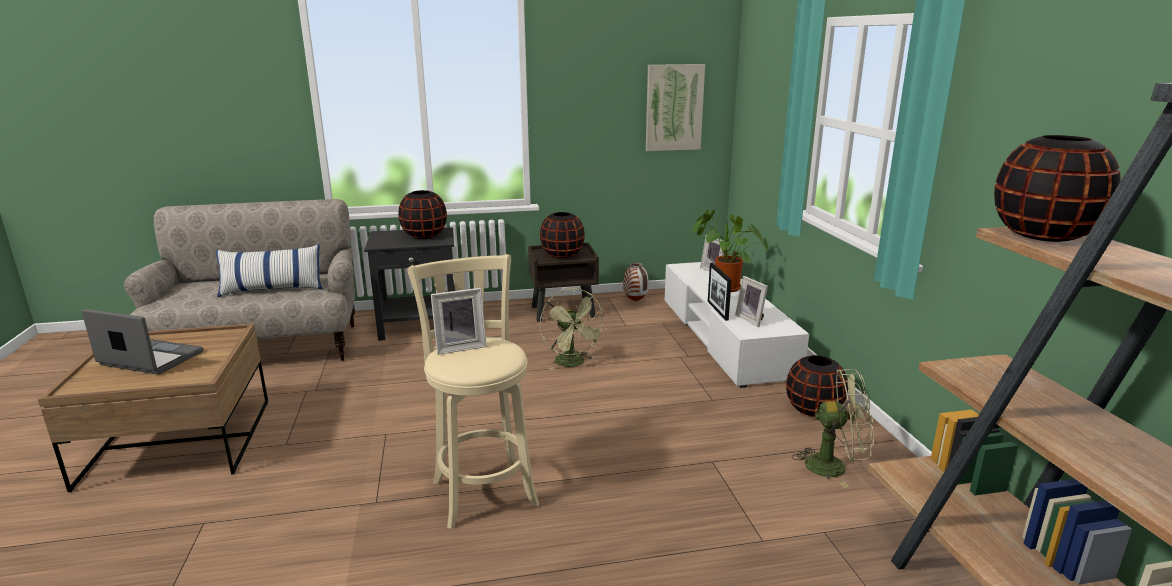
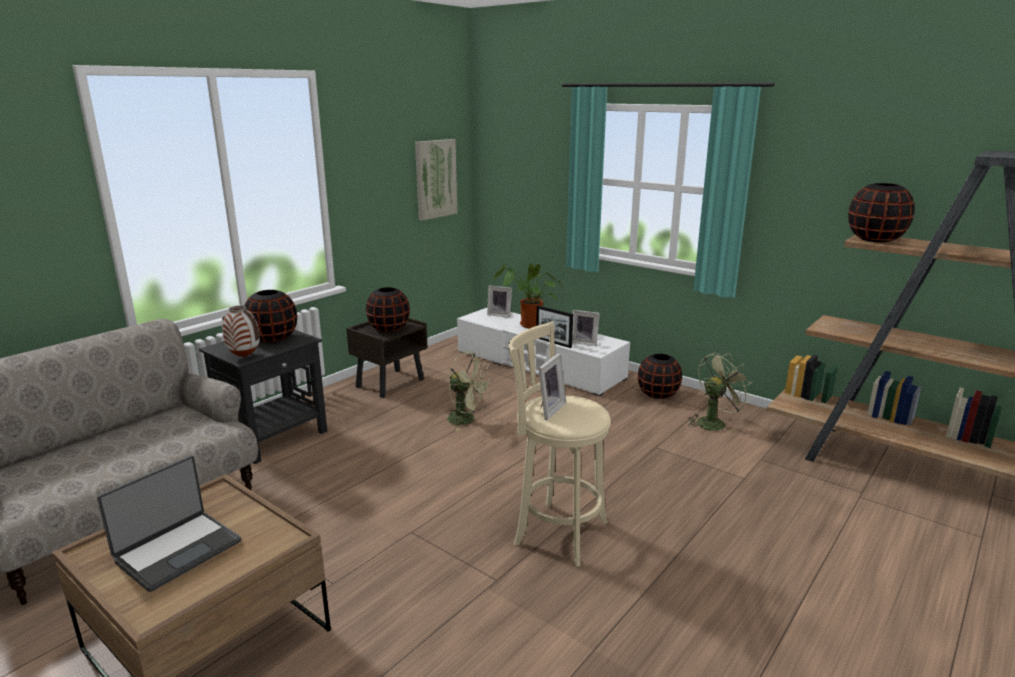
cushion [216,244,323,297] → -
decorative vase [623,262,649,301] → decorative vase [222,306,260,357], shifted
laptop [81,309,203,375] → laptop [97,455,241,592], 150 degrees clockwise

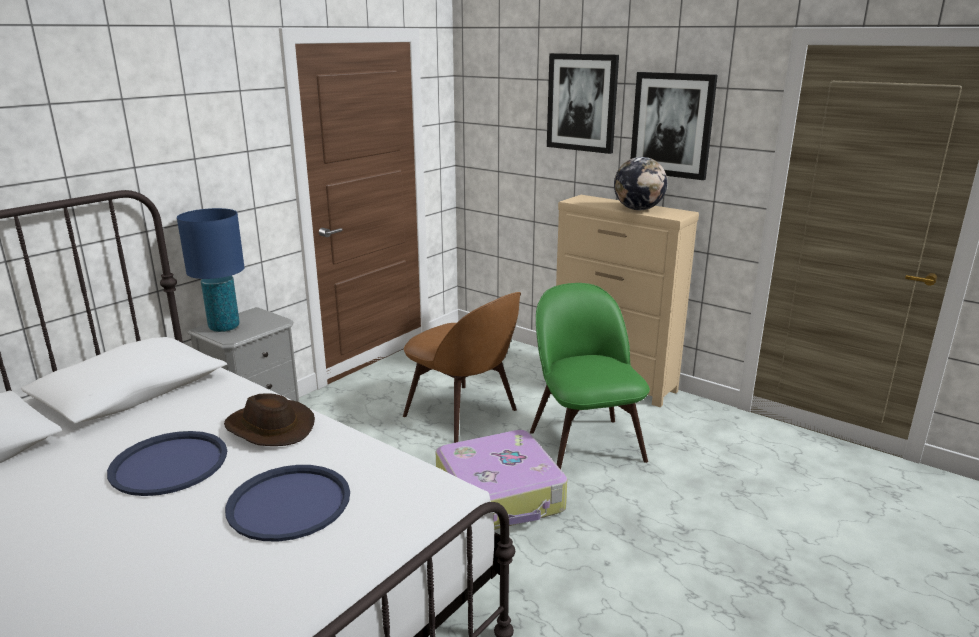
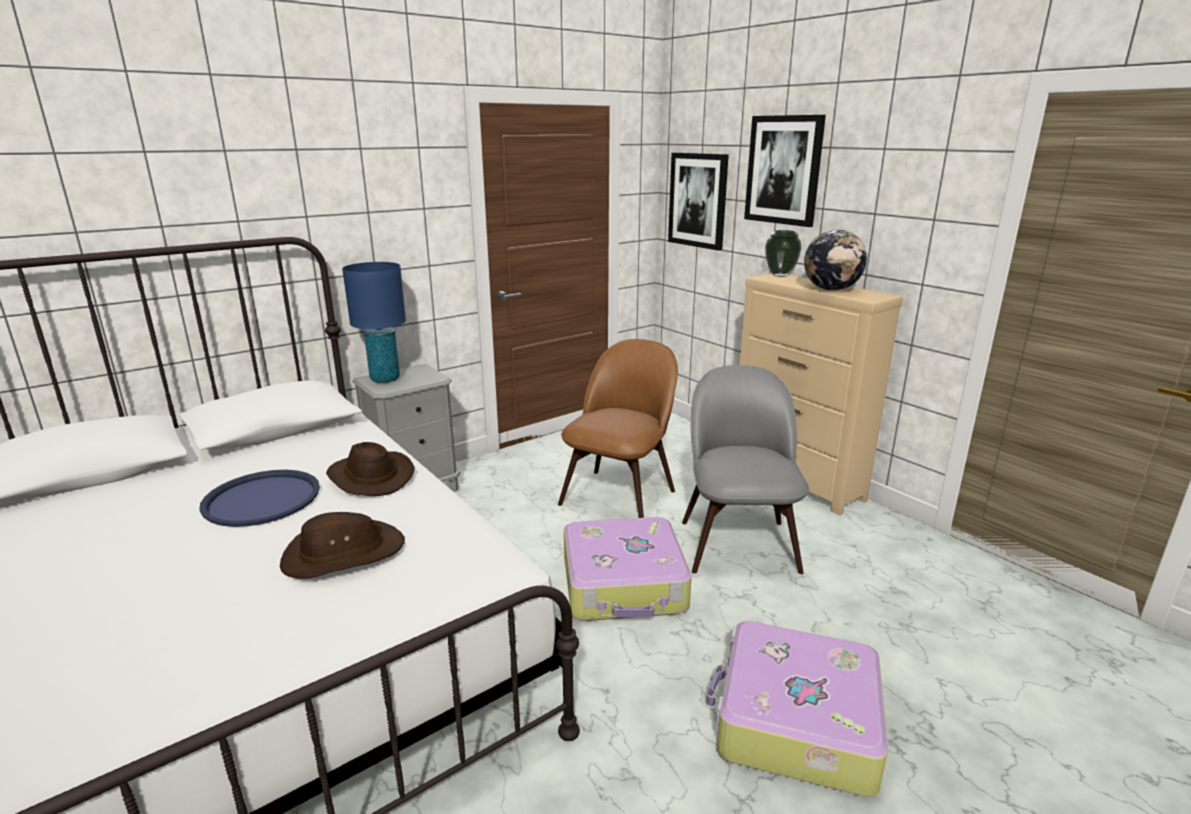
wall art [631,72,718,180] → wall art [668,153,729,251], shifted
green upright chair [530,283,650,469] → greyish upright chair [682,365,809,574]
brown-coloured upright chair [403,292,521,443] → brown-coloured upright chair [558,339,678,518], 120 degrees counterclockwise
bluish serving tray [225,465,350,541] → brown-coloured clothing hat [280,512,405,579]
- → decorative vase [765,230,801,277]
- → suitcase [706,621,888,797]

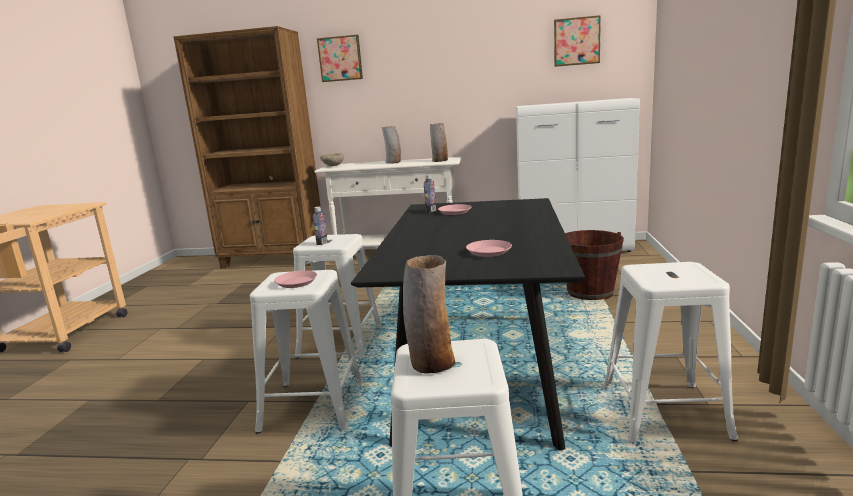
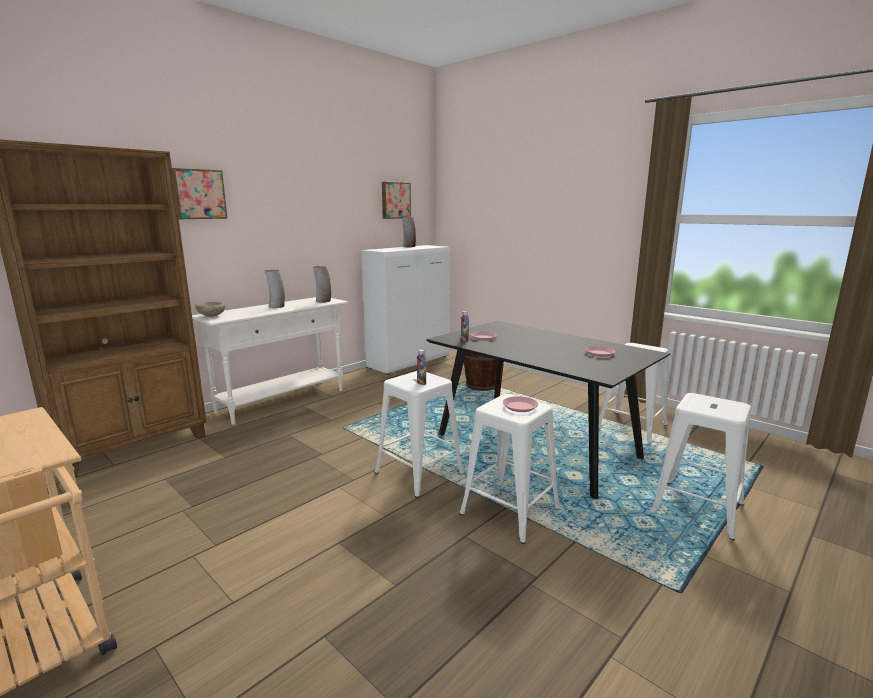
decorative vase [403,255,455,374] → decorative vase [403,217,416,247], shifted

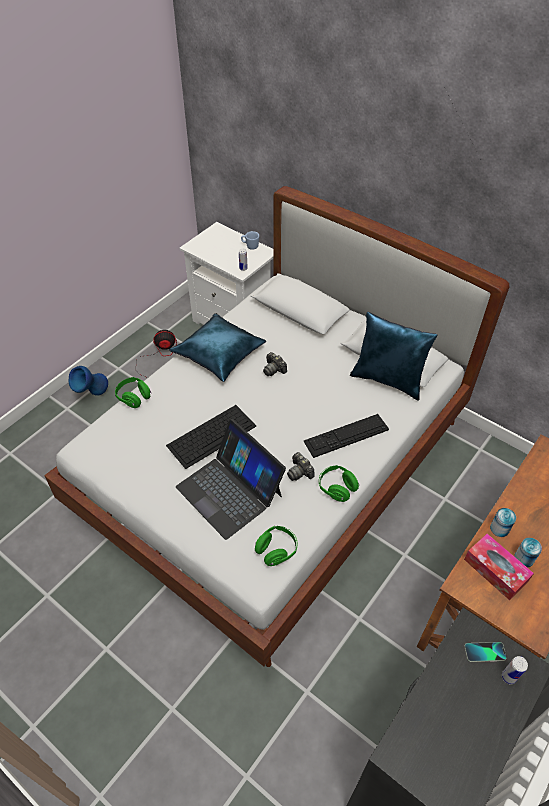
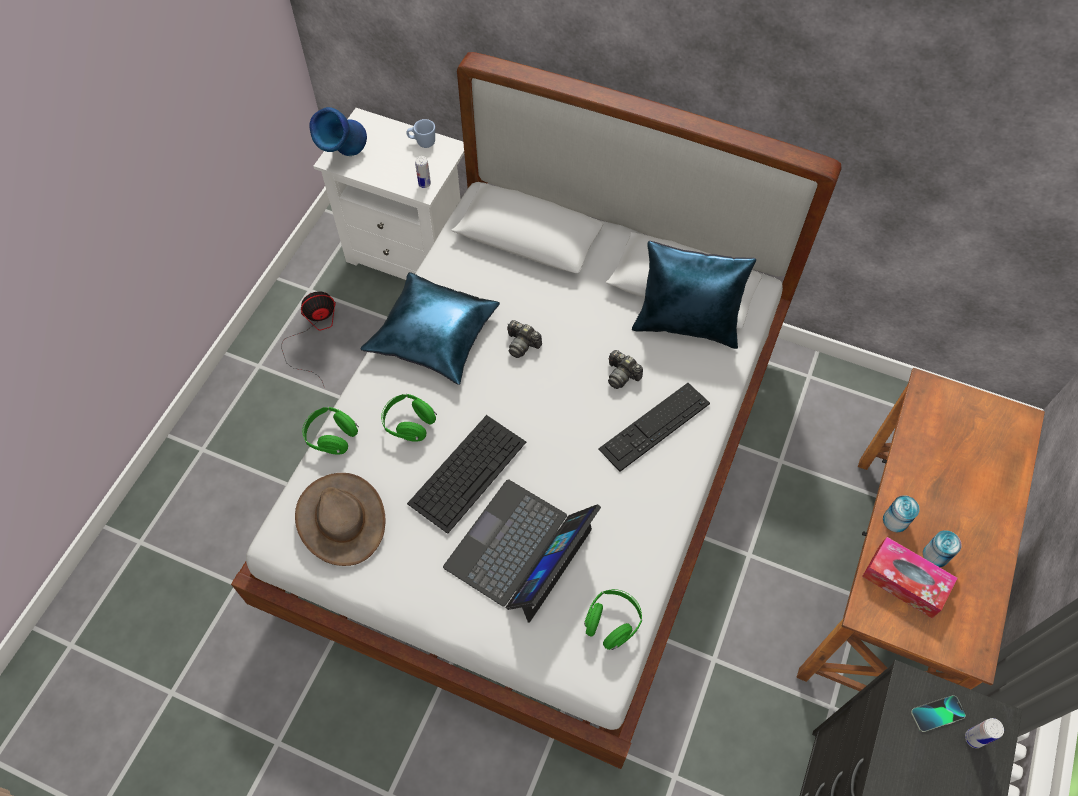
bluish decorative vase [69,366,108,396] → bluish decorative vase [310,107,367,156], shifted
laptop [176,419,286,540] → laptop [443,479,601,623], 90 degrees clockwise
still camera [287,452,315,481] → still camera [608,350,643,389], shifted
green headset [319,465,359,502] → green headset [381,394,437,442], shifted
- → brown-coloured clothing hat [295,473,385,566]

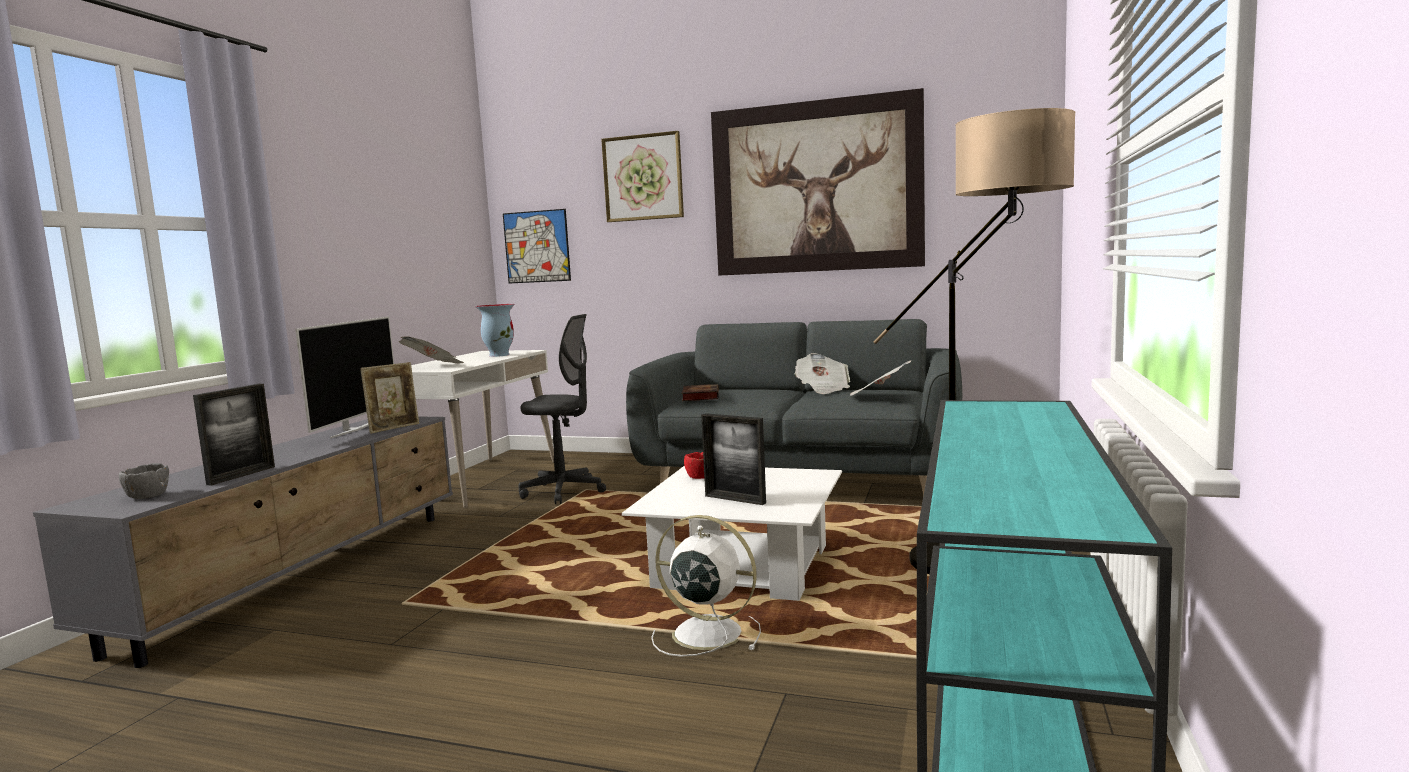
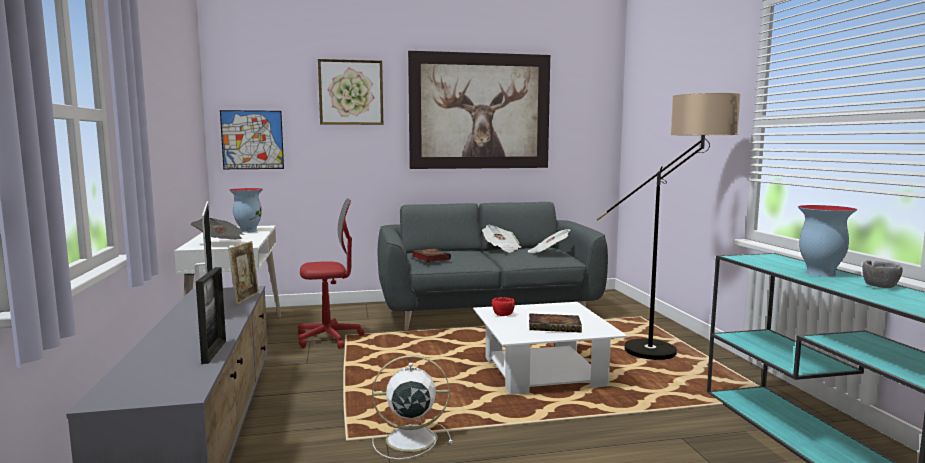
greyish office chair [518,314,606,504] → reddish office chair [298,198,365,349]
photo frame [701,413,766,505] → bound book [529,313,582,333]
greyish bowl [119,463,169,499] → greyish bowl [862,260,903,288], shifted
white-coloured fan [651,515,761,657] → white-coloured fan [372,355,452,460], shifted
- → decorative vase [798,205,857,277]

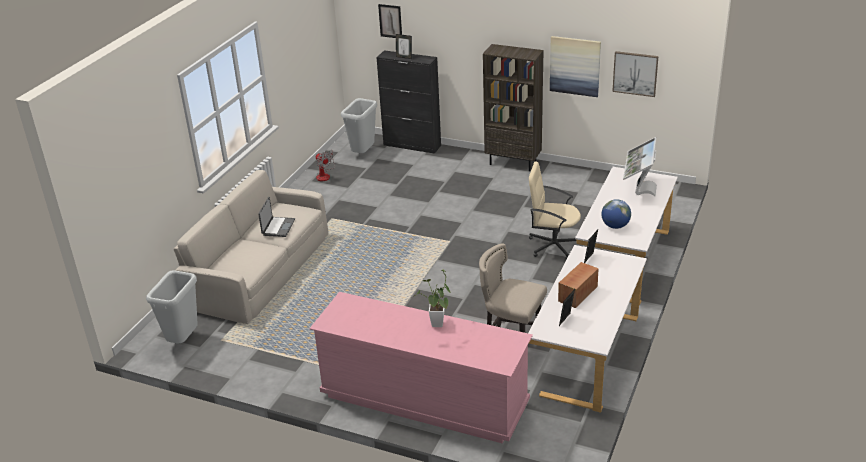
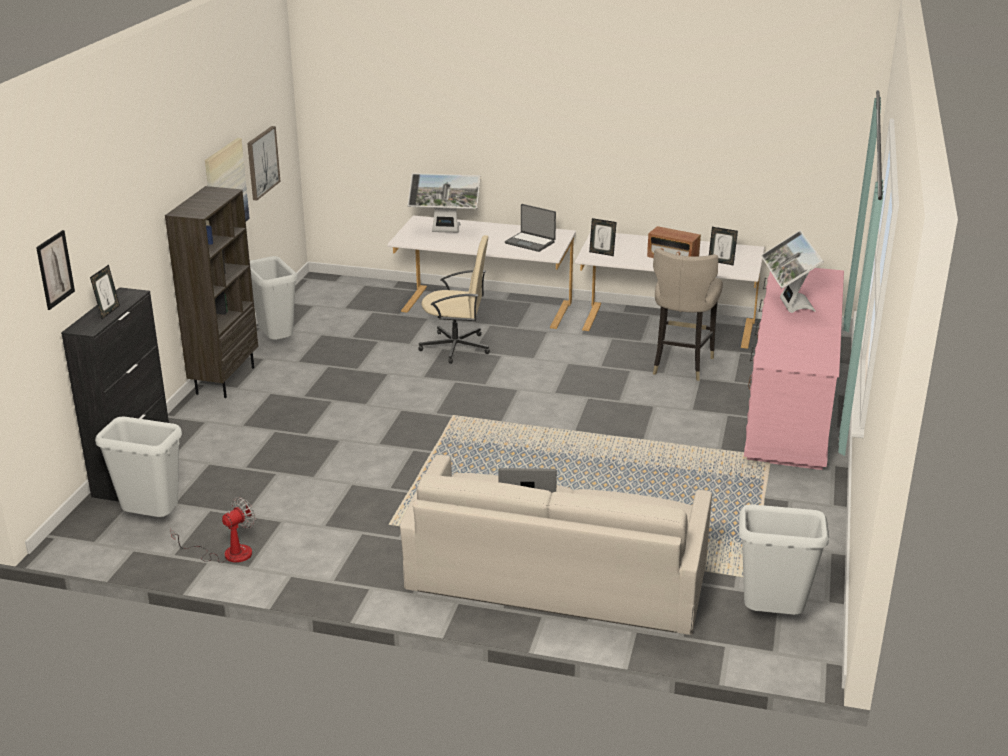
sand-coloured office chair [529,162,581,260] → sand-coloured office chair [418,235,490,364], 90 degrees counterclockwise
world globe [601,199,631,229] → laptop [505,204,556,252]
plant in a pot [414,270,451,327] → monitor [761,230,824,313]
- → greyish trash can [250,256,298,340]

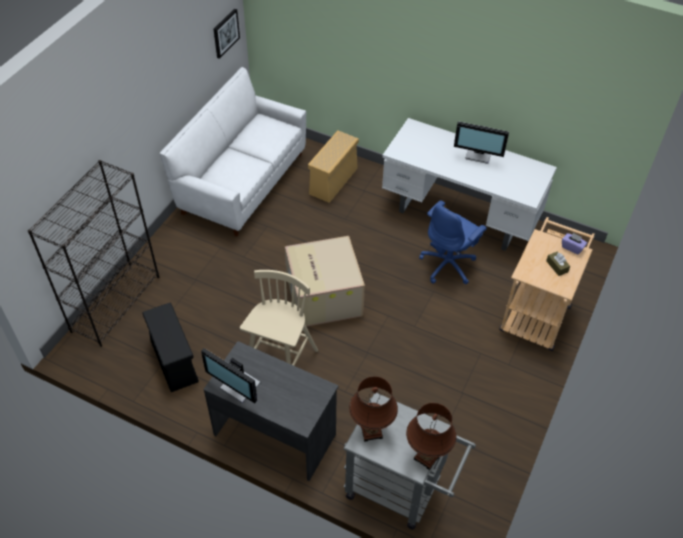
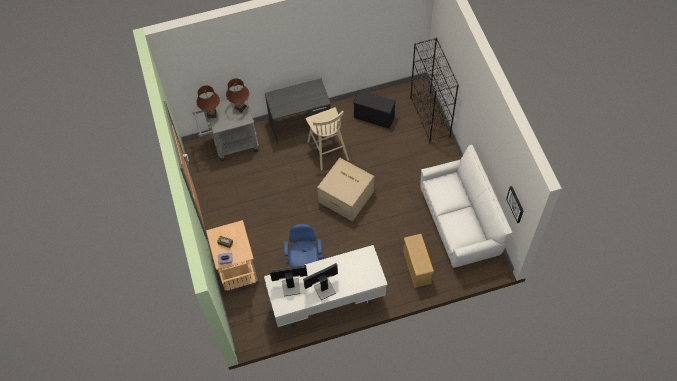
monitor [201,348,261,403] → monitor [270,265,308,297], shifted

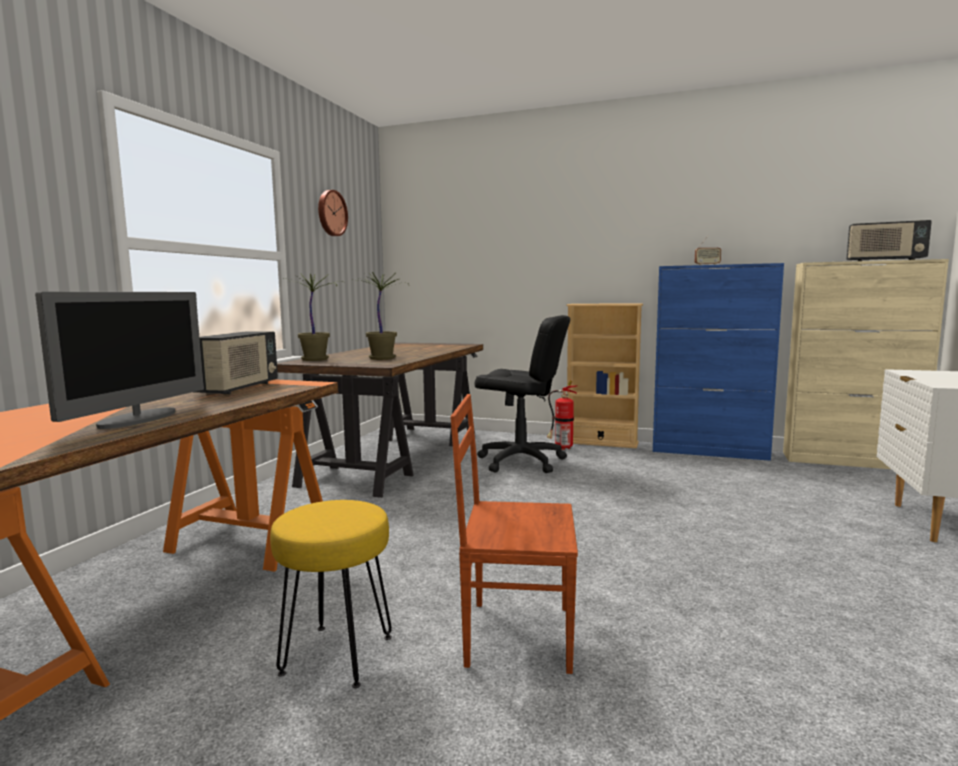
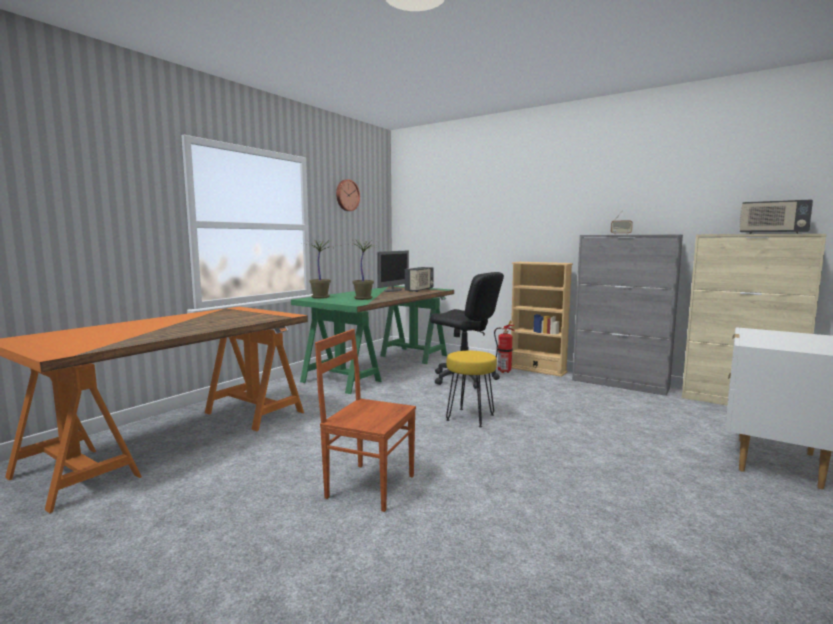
bluish cabinet [653,263,784,461] → greyish cabinet [572,235,683,396]
monitor [35,292,204,429] → monitor [377,251,409,292], shifted
radio set [195,331,278,394] → radio set [405,267,434,292], shifted
brown-coloured desk unit [277,342,483,498] → green desk unit [291,286,454,394]
yellow sitting stool [270,500,392,688] → yellow sitting stool [446,351,497,427], shifted

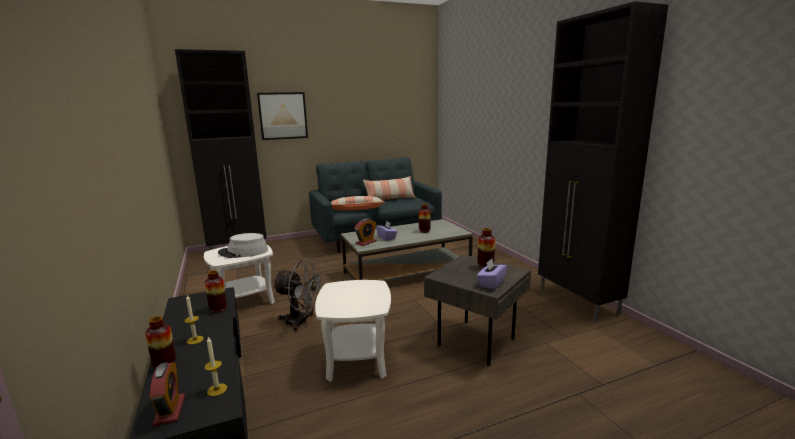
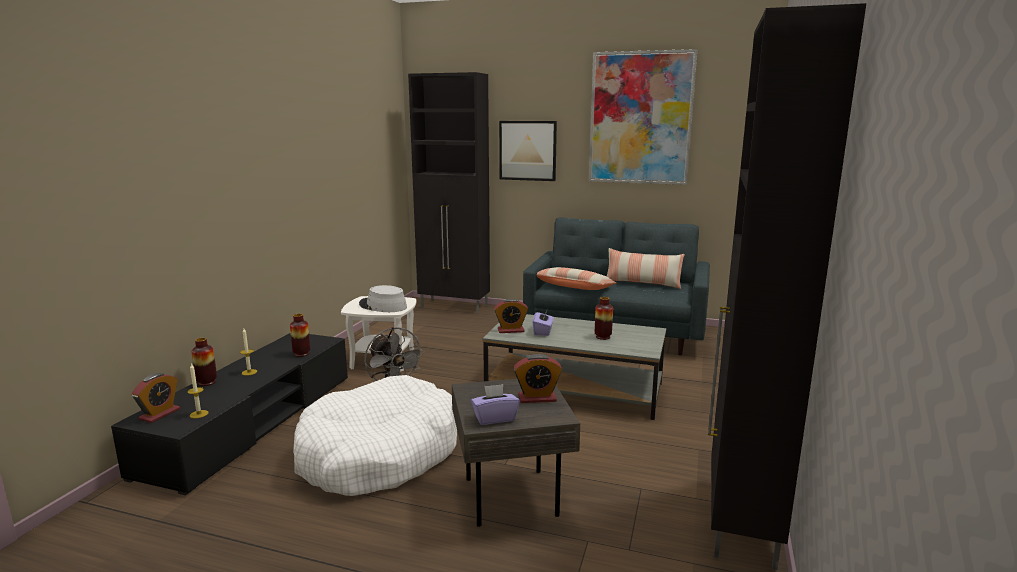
decorative vase [478,228,495,269] → bedside clock [514,354,562,403]
white-coloured accent table [315,280,391,382] → white-coloured dog cushion [293,375,457,496]
- → wall art [589,49,698,185]

